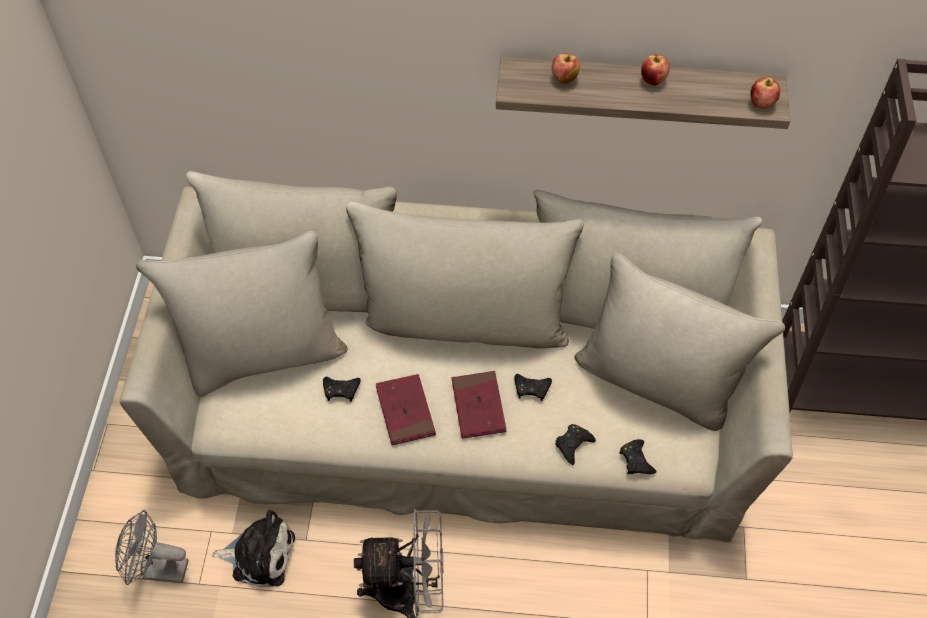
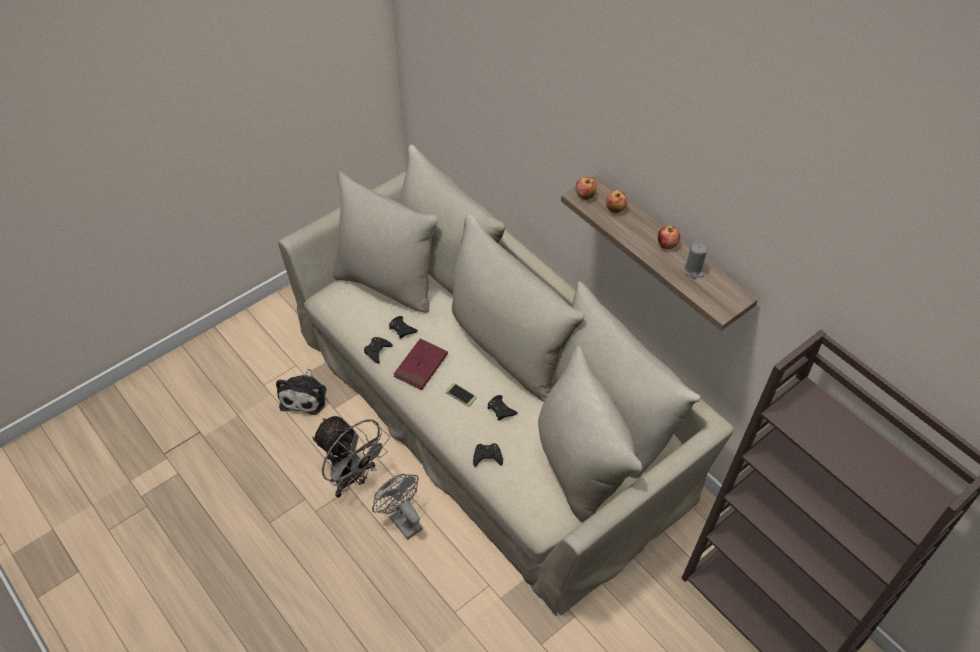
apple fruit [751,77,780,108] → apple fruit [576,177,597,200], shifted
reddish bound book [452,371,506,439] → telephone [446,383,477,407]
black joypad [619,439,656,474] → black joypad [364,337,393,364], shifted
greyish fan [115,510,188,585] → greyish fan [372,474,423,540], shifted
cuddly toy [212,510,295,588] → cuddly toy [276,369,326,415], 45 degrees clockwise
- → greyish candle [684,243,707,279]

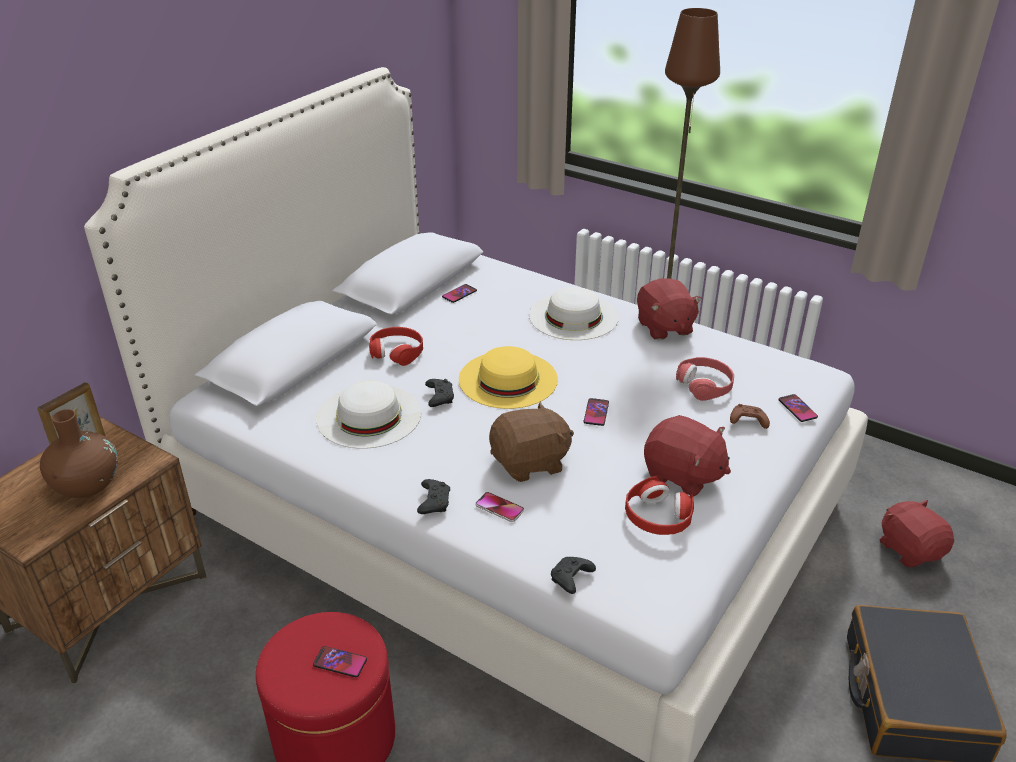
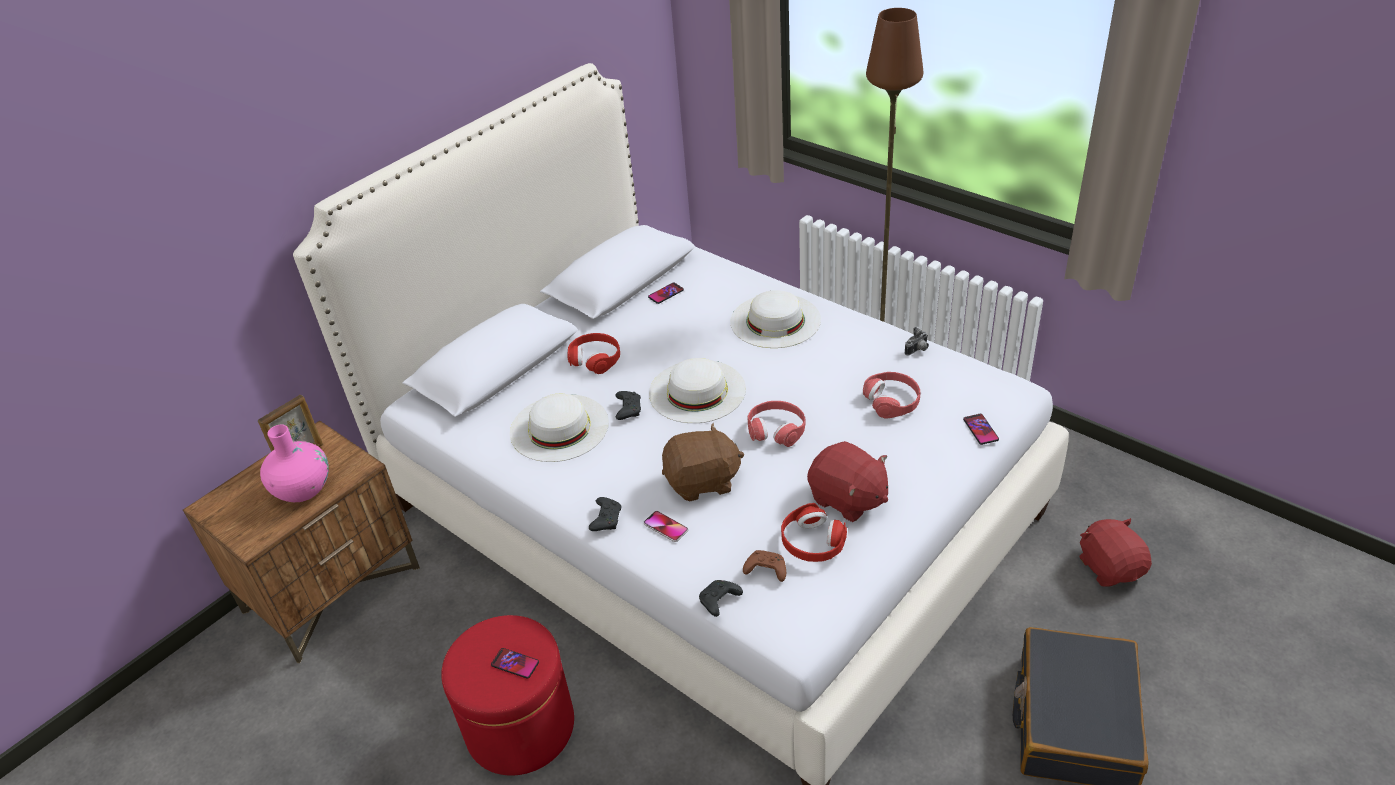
reddish cuddly toy [637,278,702,340] → -
yellow clothing hat [459,346,558,409] → white-coloured clothing hat [649,358,746,423]
telephone [584,398,609,426] → reddish headset [747,401,805,447]
brown-coloured joypad [730,404,770,429] → brown-coloured joypad [743,550,786,582], shifted
brown-coloured decorative vase [40,409,118,498] → pink decorative vase [260,424,329,502]
- → still camera [905,327,929,355]

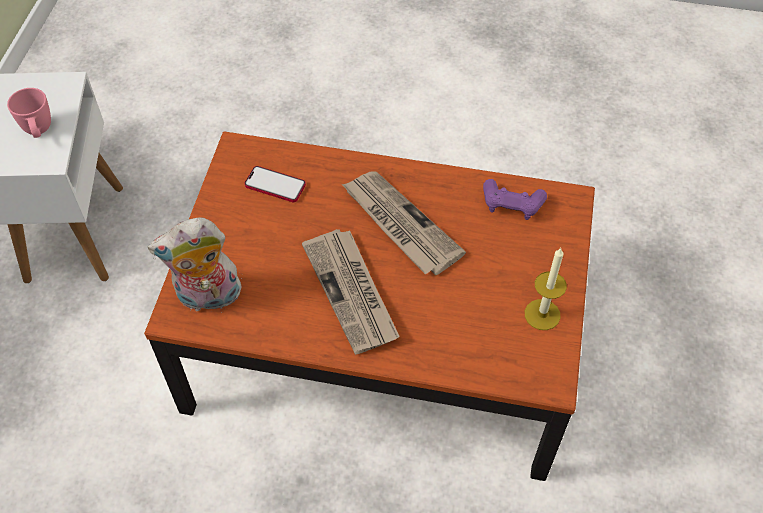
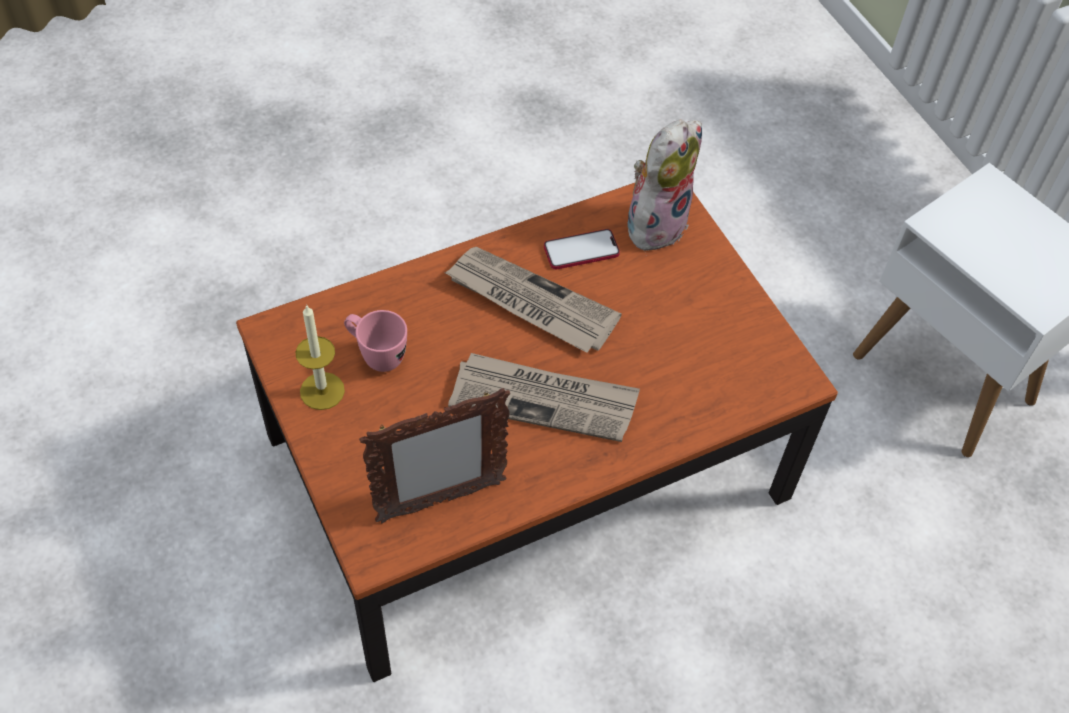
pink mug [7,88,51,138] → pink mug [344,310,407,372], shifted
telephone [244,166,306,202] → telephone [544,229,620,270], shifted
purple joypad [483,179,547,220] → photo frame [359,388,510,523]

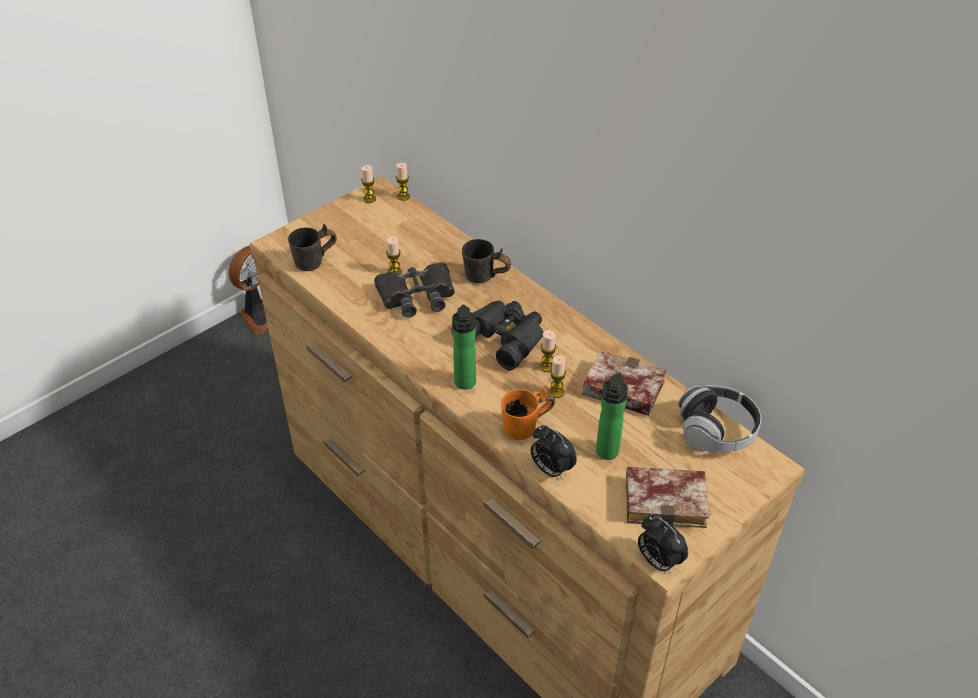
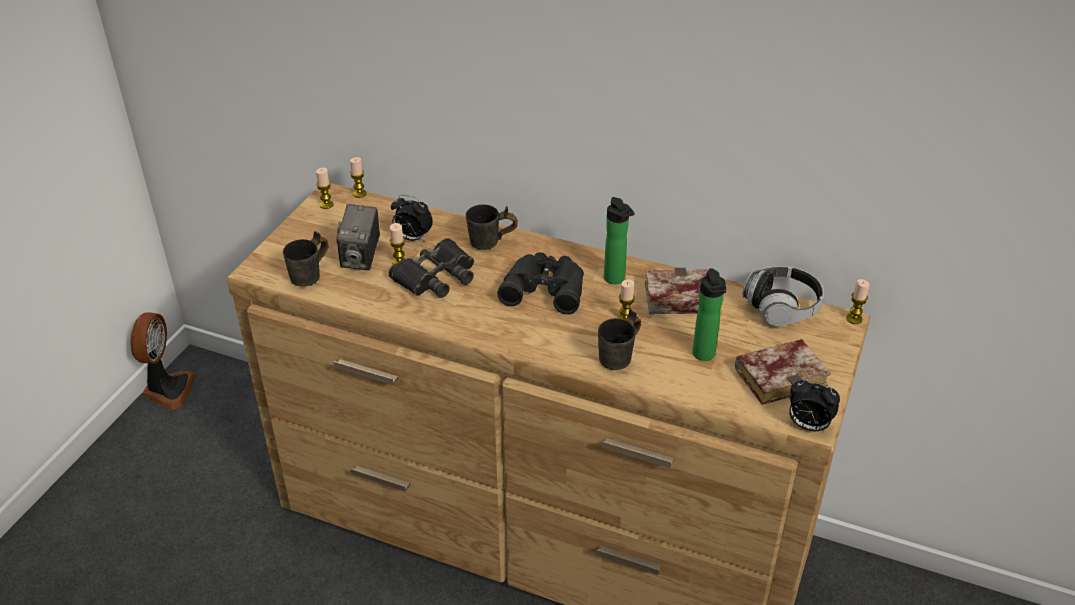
beverage bottle [452,305,476,390] → beverage bottle [604,197,634,284], shifted
candle [540,330,556,372] → candle [846,279,870,324], shifted
orange mug [501,387,555,440] → greyish mug [598,310,641,370]
bedside clock [531,425,577,479] → bedside clock [391,195,433,242], shifted
- → still camera [337,204,380,270]

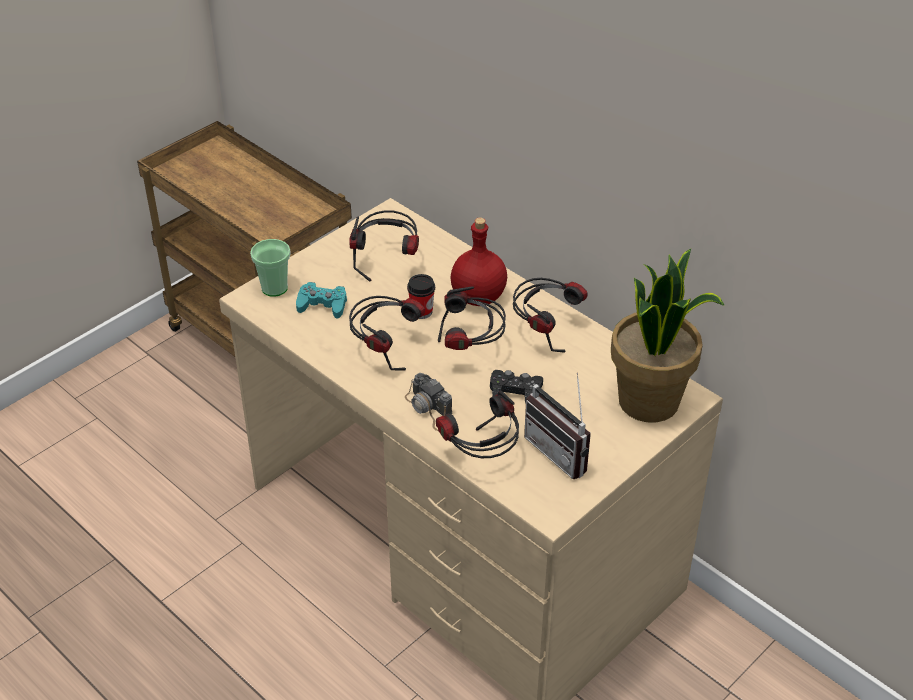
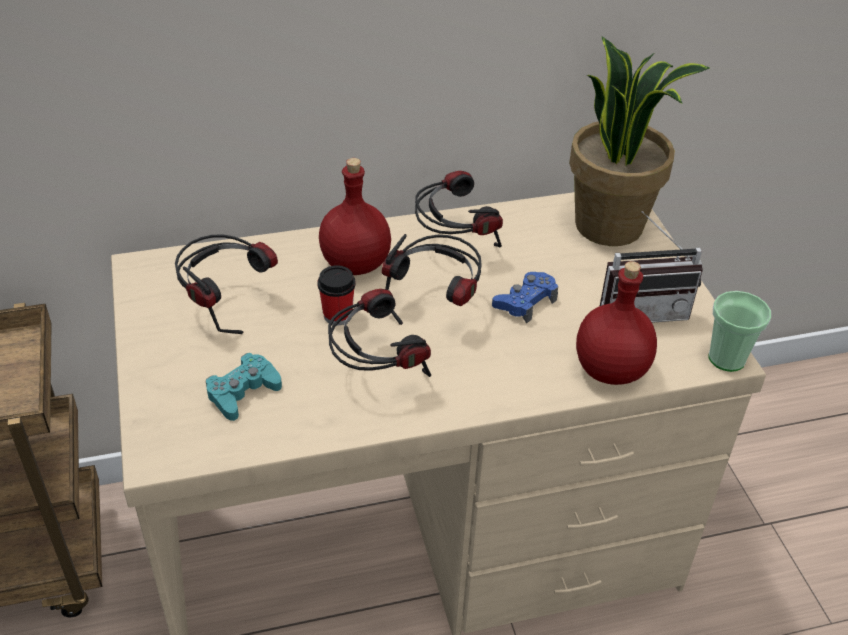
drinking cup [250,239,291,297] → drinking cup [708,291,771,372], shifted
black joypad [490,370,543,404] → bluish joypad [492,272,558,324]
still camera [405,373,452,431] → -
headset [436,391,519,458] → reddish beverage bottle [576,261,657,385]

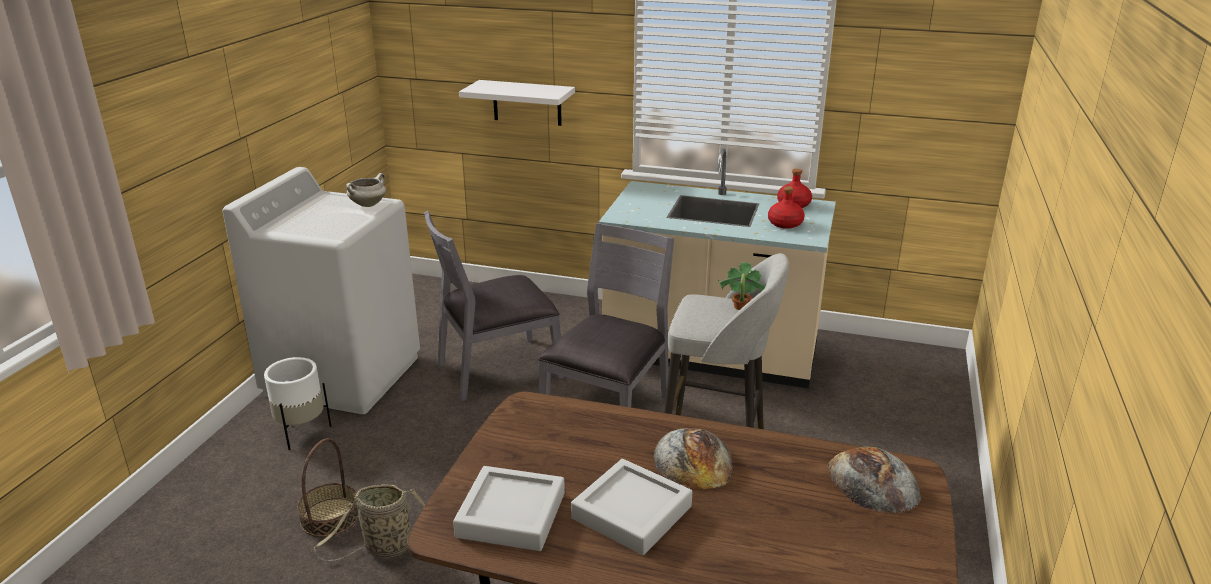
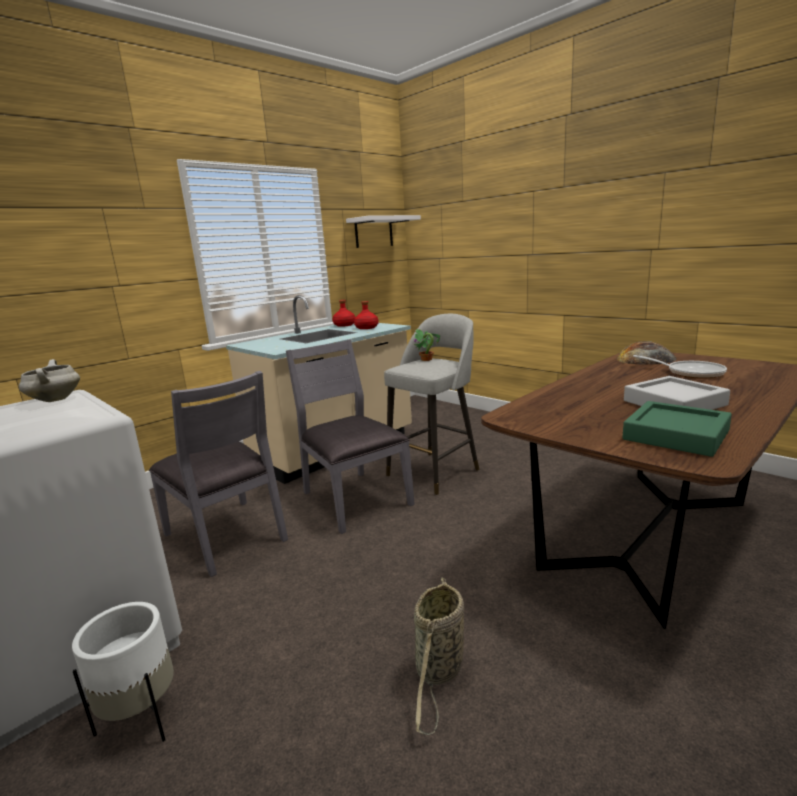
white-coloured bracket shelf [459,80,575,126] → white-coloured bracket shelf [346,215,421,248], shifted
greyish upright chair [424,211,564,402] → greyish upright chair [149,371,288,577], 45 degrees counterclockwise
baked bread [654,428,733,489] → -
storage basket [297,438,359,537] → -
greyish serving tray [453,466,565,551] → green serving tray [622,401,732,457]
- → skillet [633,355,727,379]

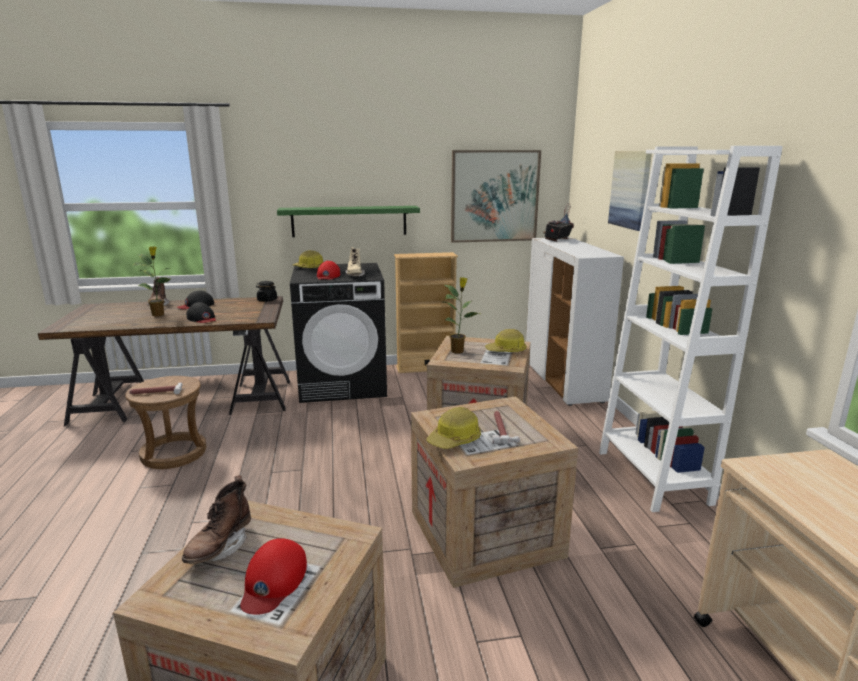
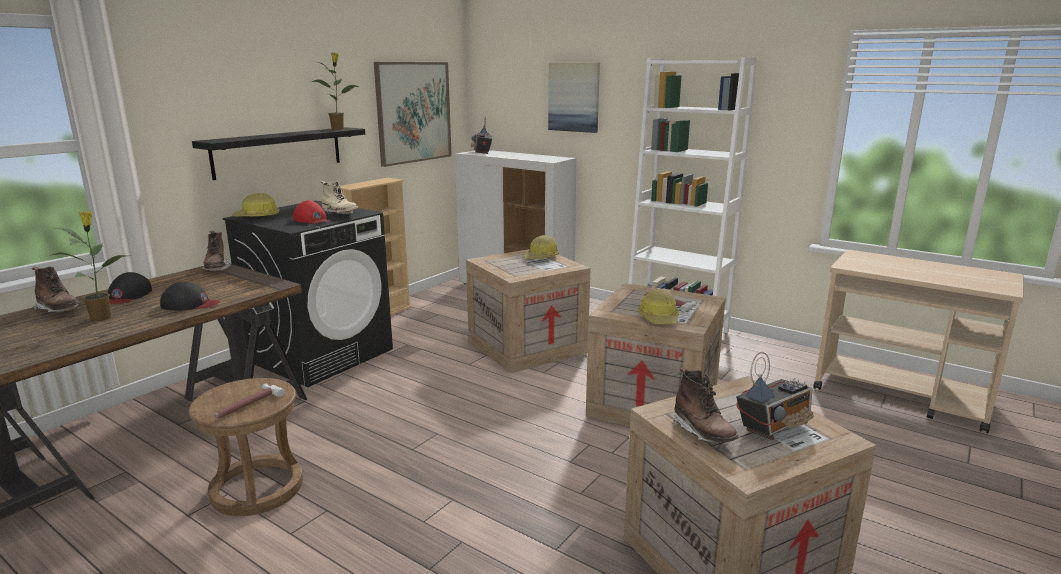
green bracket shelf [277,206,420,237] → black bracket shelf [192,127,365,180]
plant in a pot [442,277,481,353] → plant in a pot [311,52,360,130], shifted
black preserve jar [256,281,277,302] → brown-coloured boot [202,231,231,271]
reddish peaked cap [240,538,307,615] → radio set [736,352,814,440]

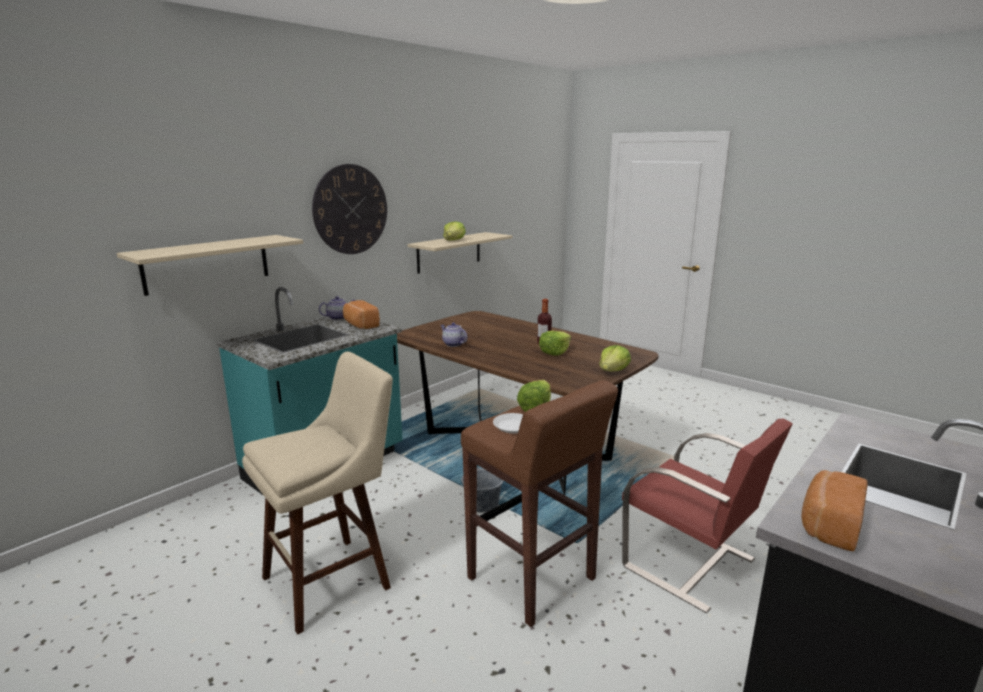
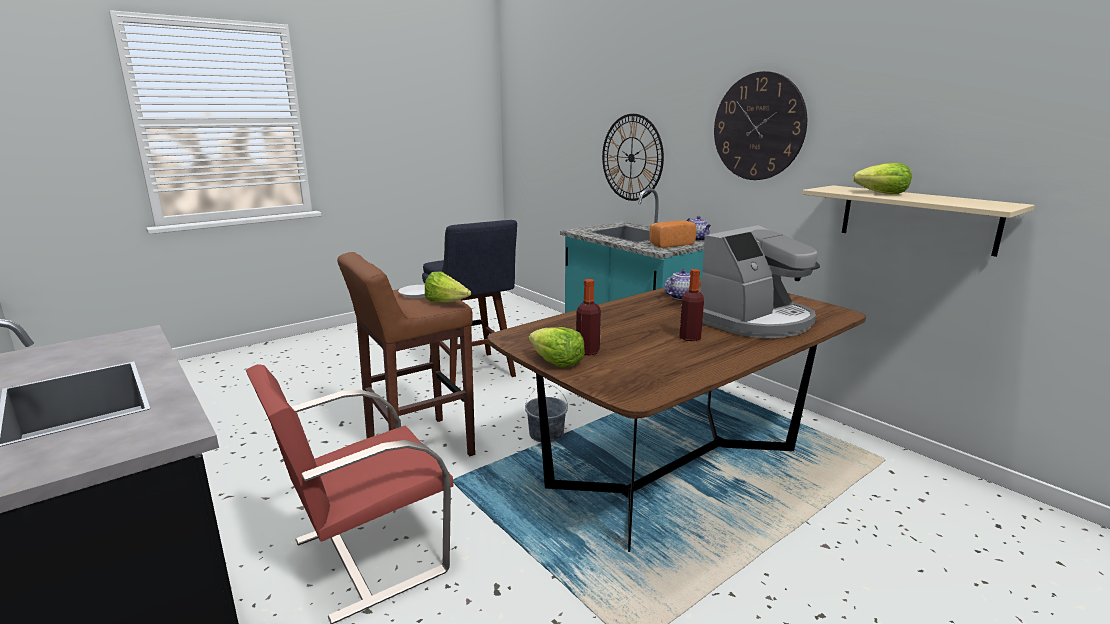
sand-coloured bracket shelf [117,235,303,296] → wall clock [602,114,664,201]
head of lettuce [539,331,571,356] → -
sand-coloured sitting stool [242,352,393,635] → bluish sitting stool [422,220,517,384]
baked bread [801,470,868,552] → -
- → coffee machine [700,225,820,338]
- → beverage bottle [576,279,601,356]

